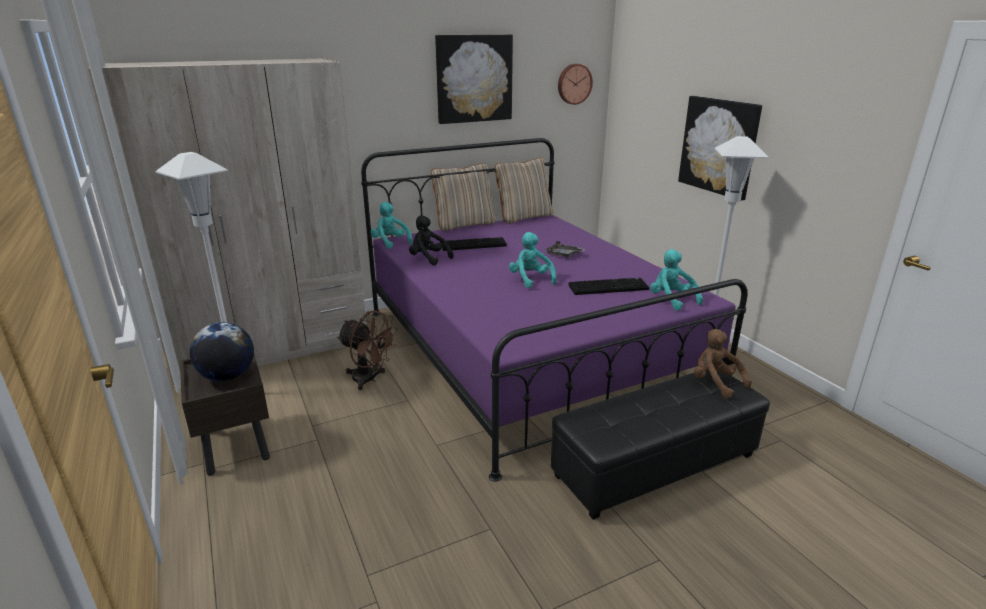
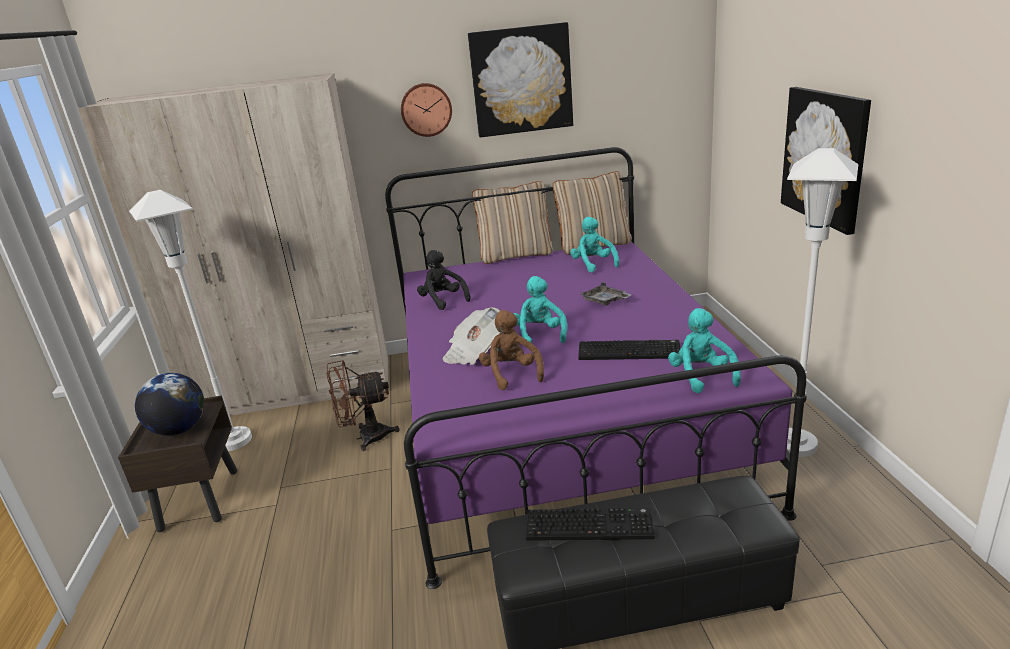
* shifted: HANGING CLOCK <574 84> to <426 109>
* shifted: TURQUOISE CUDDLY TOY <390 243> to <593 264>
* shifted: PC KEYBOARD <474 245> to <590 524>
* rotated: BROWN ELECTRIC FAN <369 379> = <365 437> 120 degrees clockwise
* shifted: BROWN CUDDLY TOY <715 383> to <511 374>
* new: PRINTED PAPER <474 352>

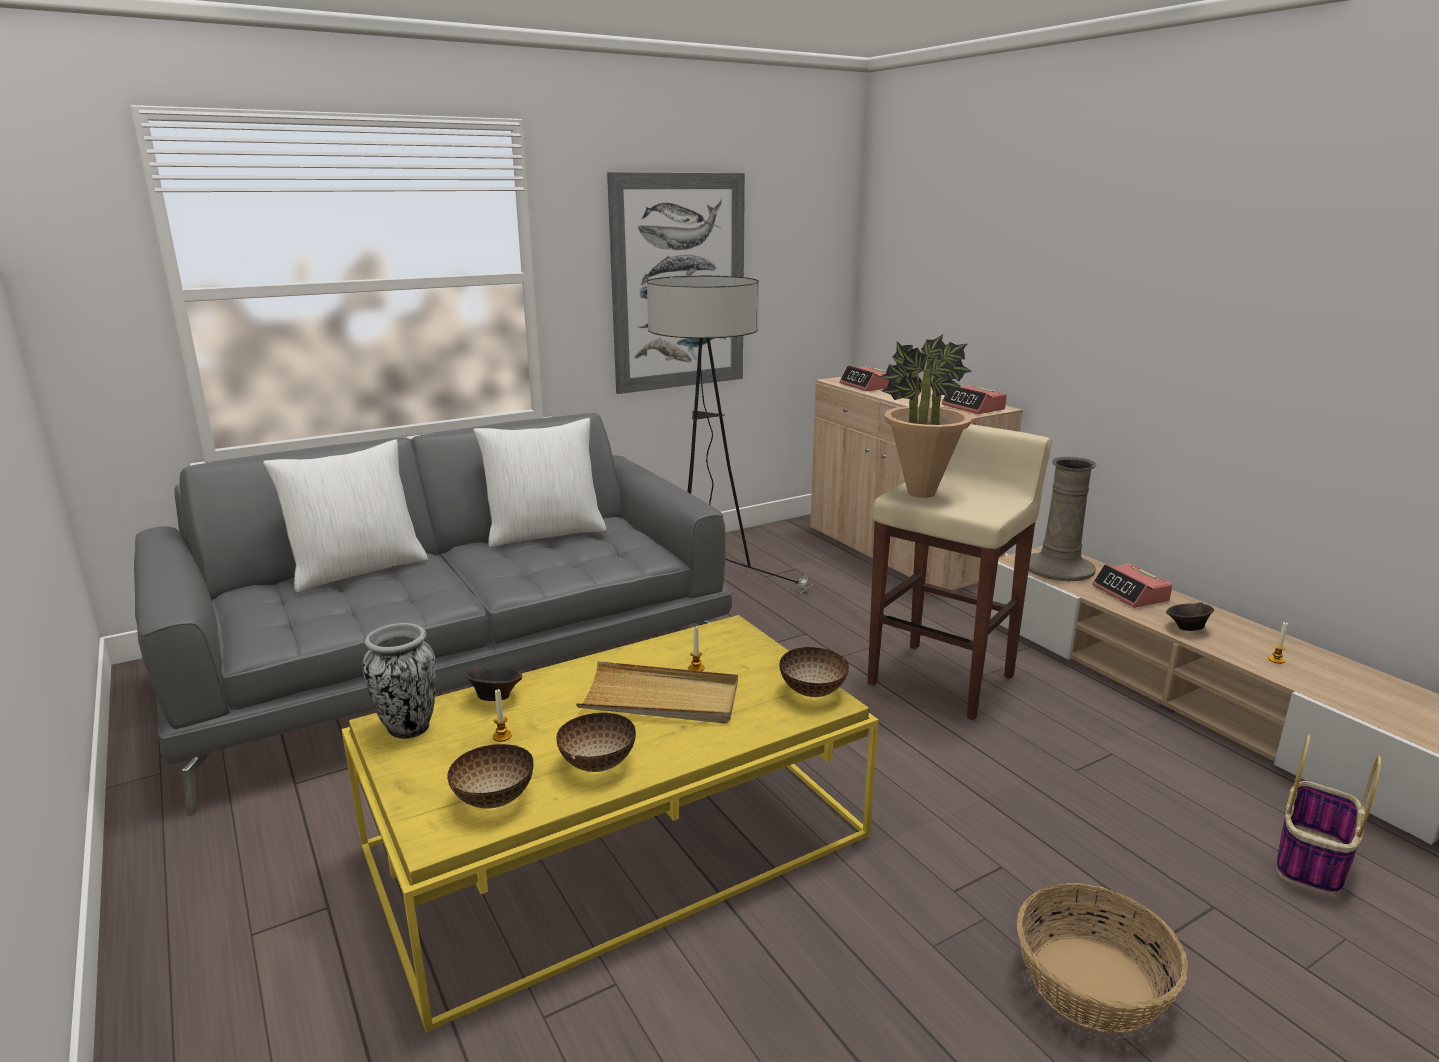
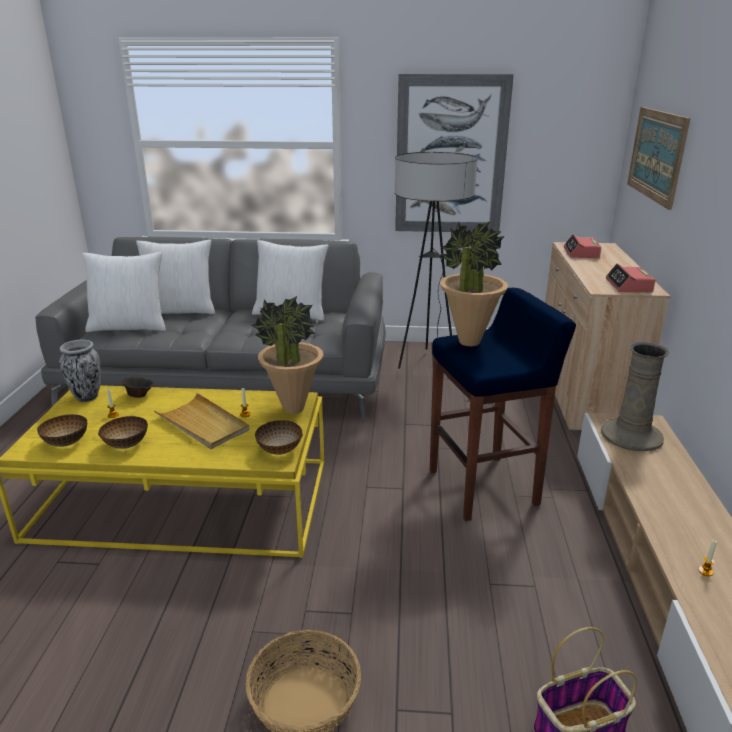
* repainted: BEIGE STOOL <942 679> to BLUE STOOL <484 487>
* gone: BEDSIDE CLOCK <1130 594>
* gone: BROWN BOWL <1186 628>
* new: PICTURE <656 155>
* new: WHITE CUSHION <129 326>
* new: POTTED PLANT <293 409>

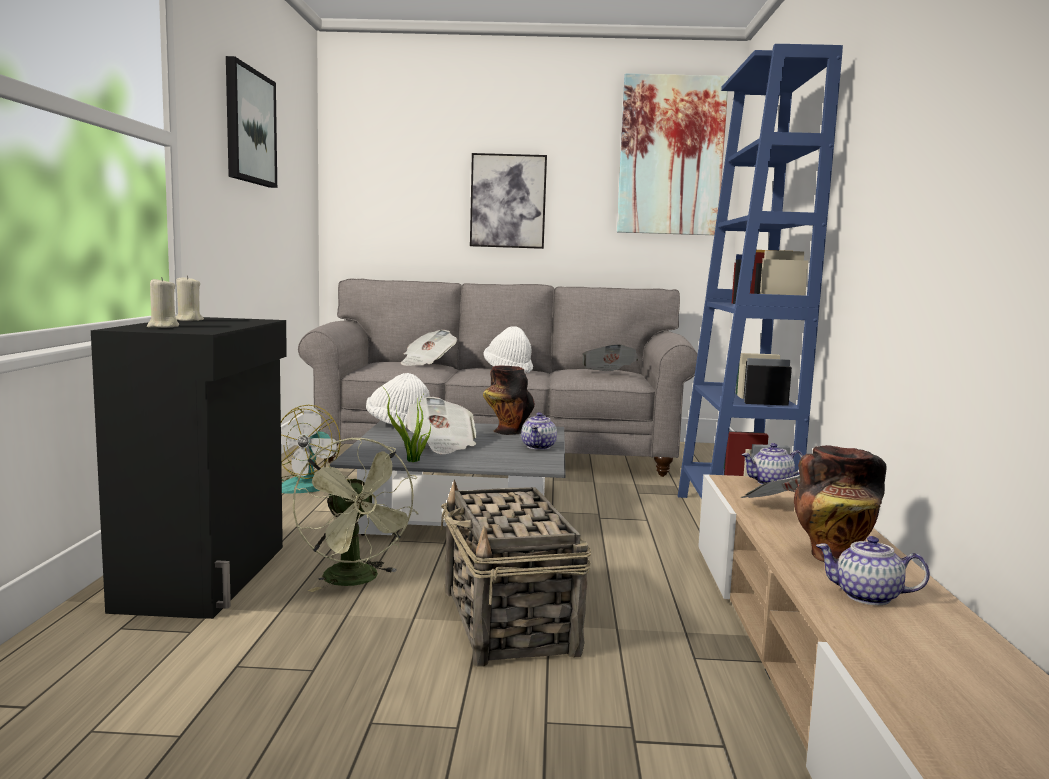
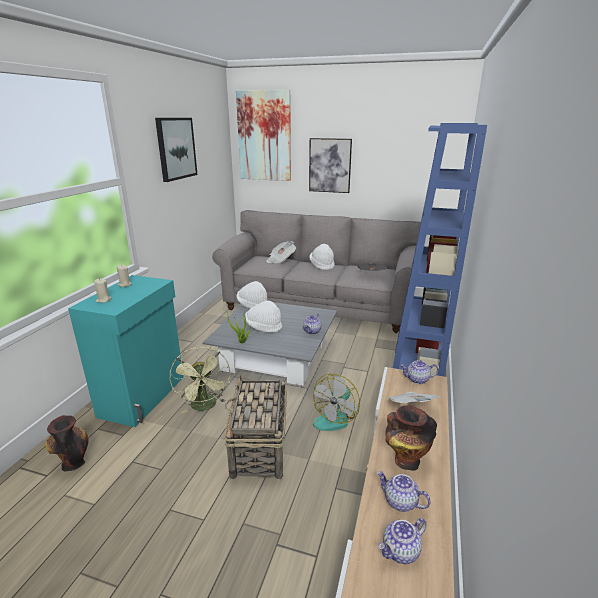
* shifted: PICTURE <671 156> to <264 136>
* repainted: BLACK CUPBOARD <207 576> to TURQUOISE CUPBOARD <144 396>
* shifted: DECORATIVE VASE <507 431> to <73 462>
* swapped: PRINTED PAPER <441 445> to WHITE WEARABLE HAT <263 327>
* shifted: ELECTRIC FAN <310 485> to <335 417>
* new: POT FOR TEA <401 551>

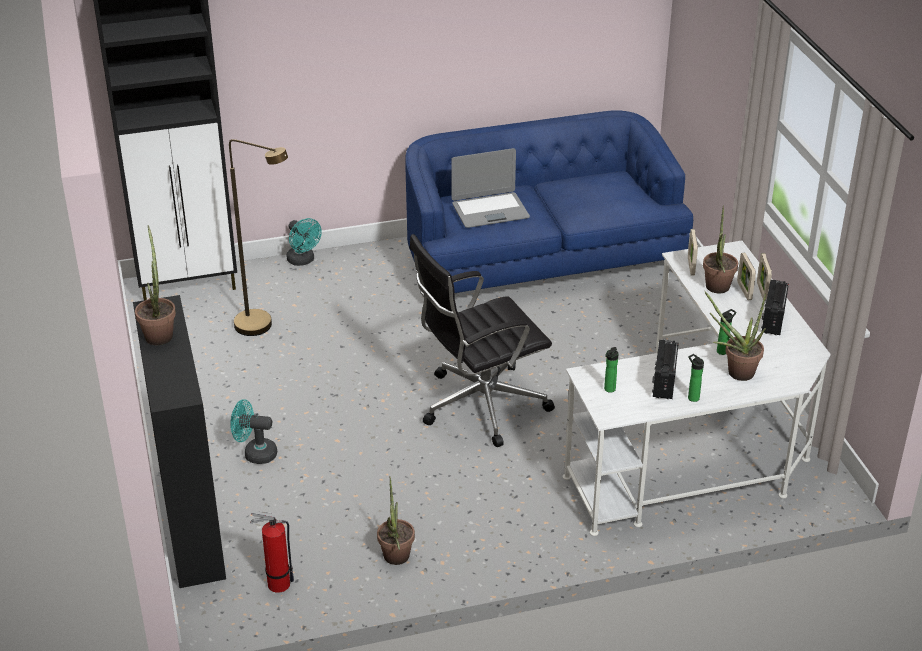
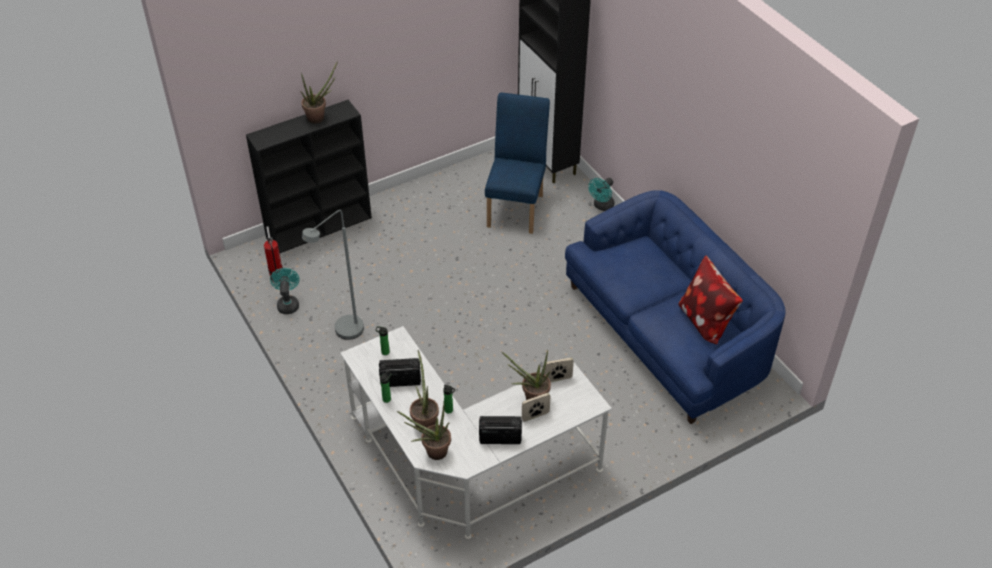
* swapped: BROWN FLOOR LAMP <263 327> to BLUE PLAIN CHAIR <517 207>
* gone: NOTEBOOK COMPUTER <490 211>
* gone: BLACK OFFICE CHAIR <480 405>
* gone: PHOTO FRAME <762 291>
* shifted: TURQUOISE ELECTRIC FAN <255 453> to <288 303>
* shifted: POTTED PLANT <395 560> to <432 452>
* new: GREY FLOOR LAMP <344 334>
* new: CUSHION <705 320>

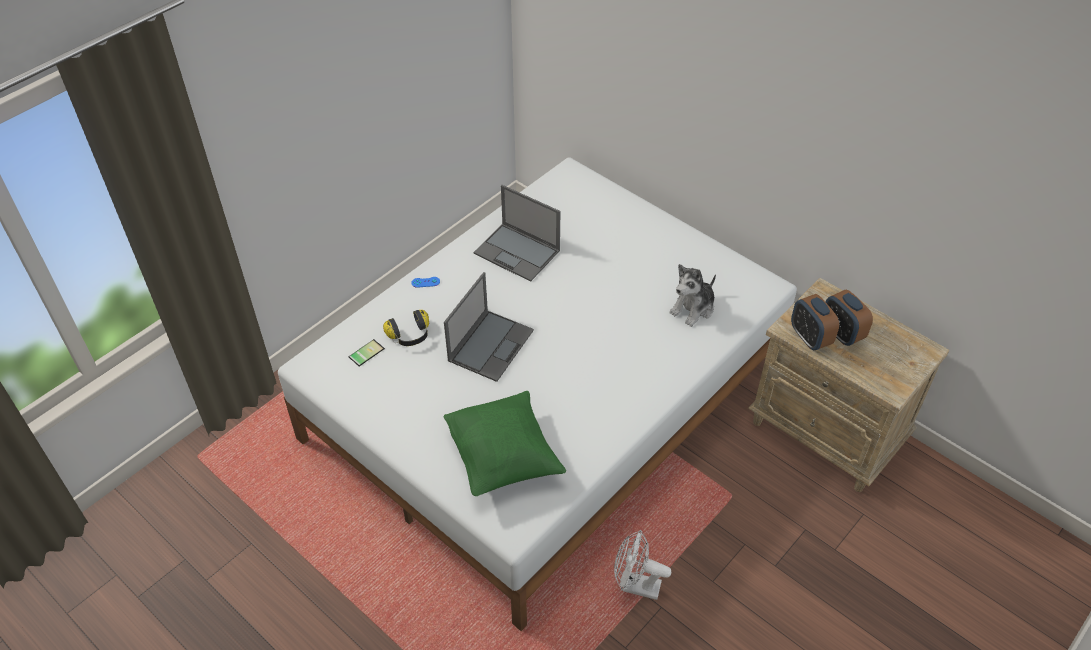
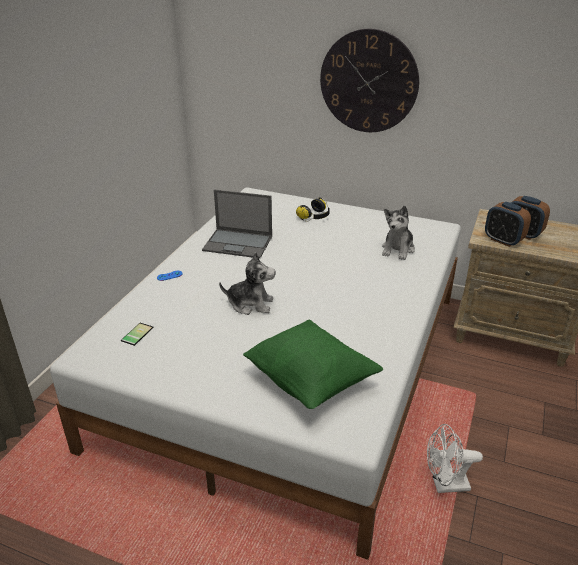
* swapped: NOTEBOOK COMPUTER <491 344> to CUDDLY TOY <250 304>
* shifted: HEADSET <410 336> to <315 217>
* new: HANGING CLOCK <368 82>

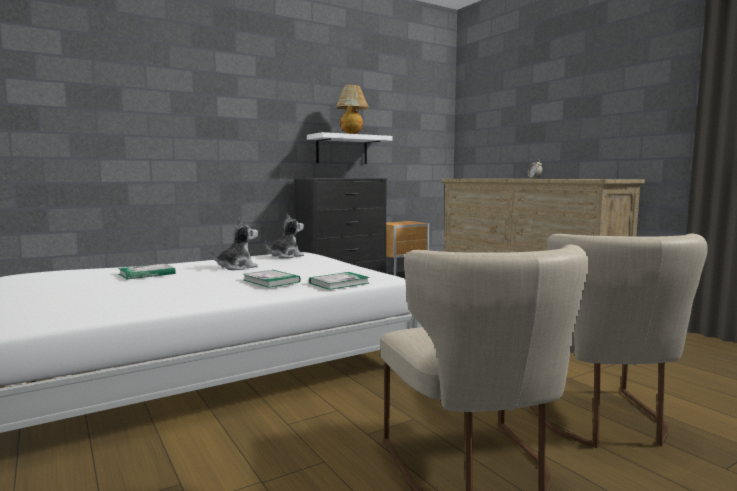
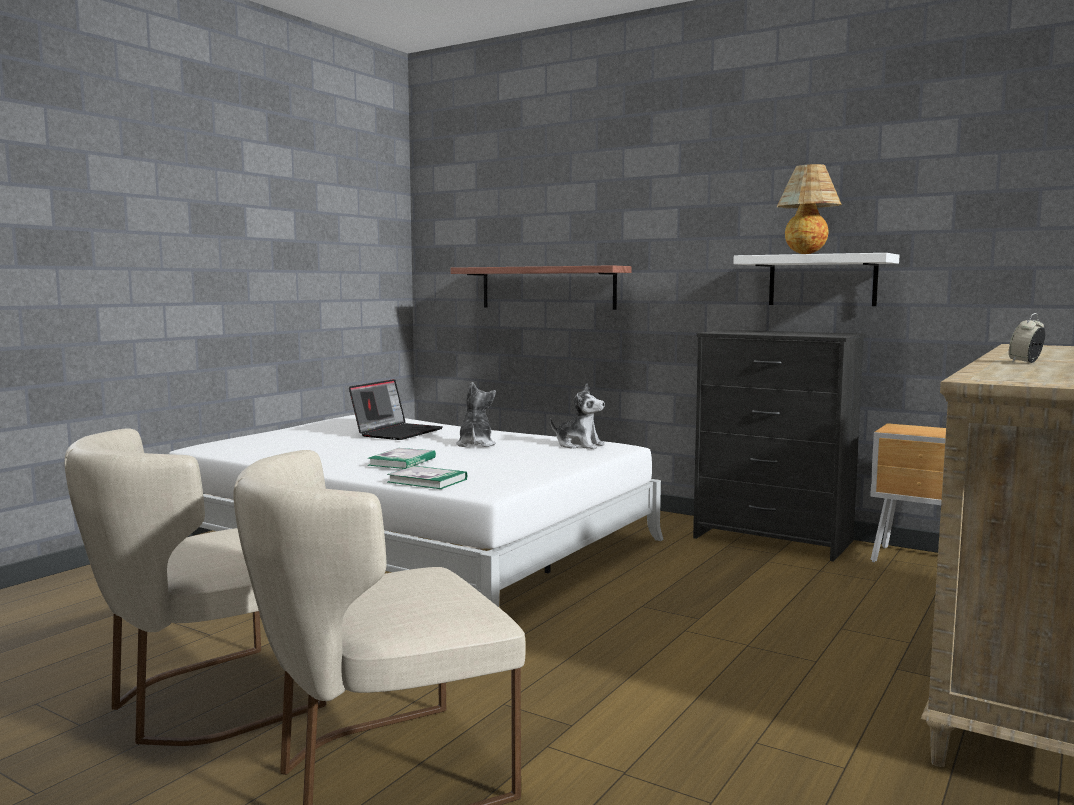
* rotated: CUDDLY TOY <237 267> = <475 444> 120 degrees counterclockwise
* swapped: BOOK <147 274> to NOTEBOOK COMPUTER <397 432>
* new: WALL SHELF <547 287>

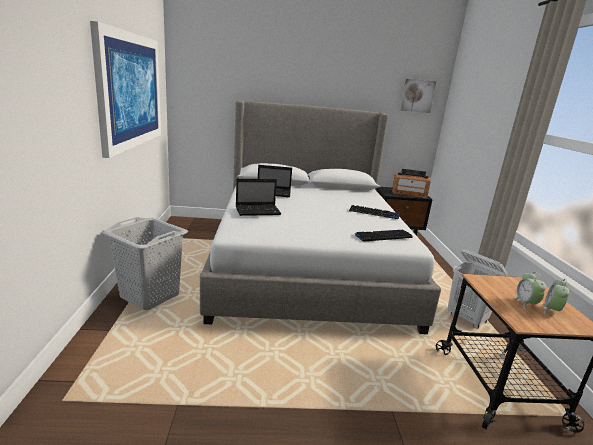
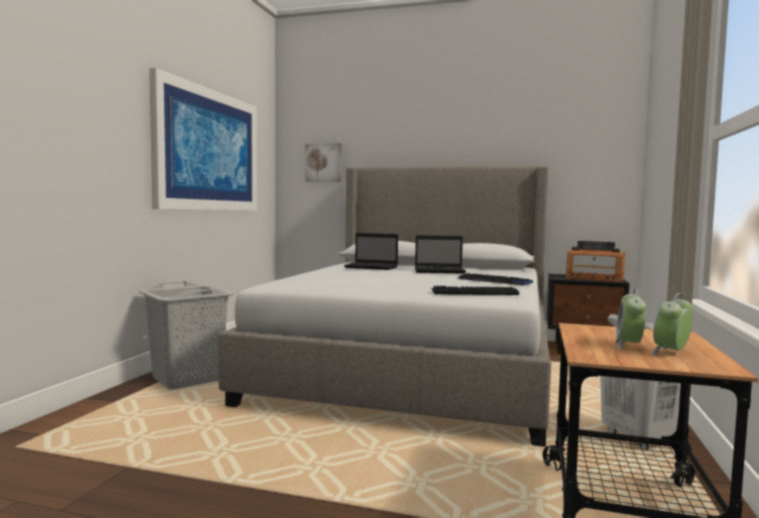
* shifted: PICTURE <417 96> to <324 163>
* shifted: NOTEBOOK COMPUTER <258 211> to <440 271>

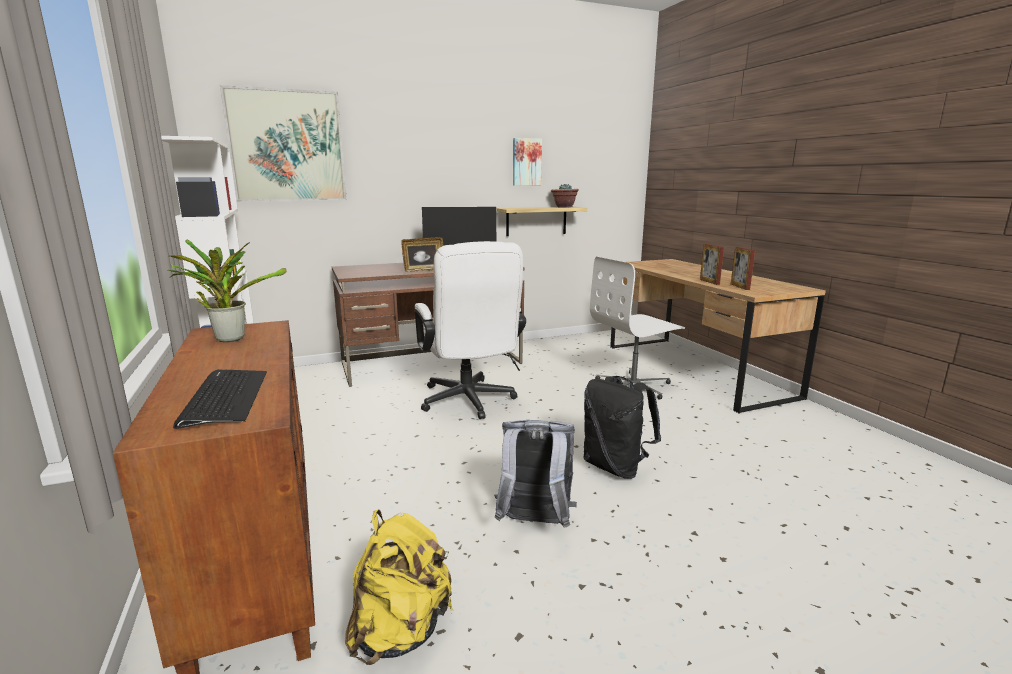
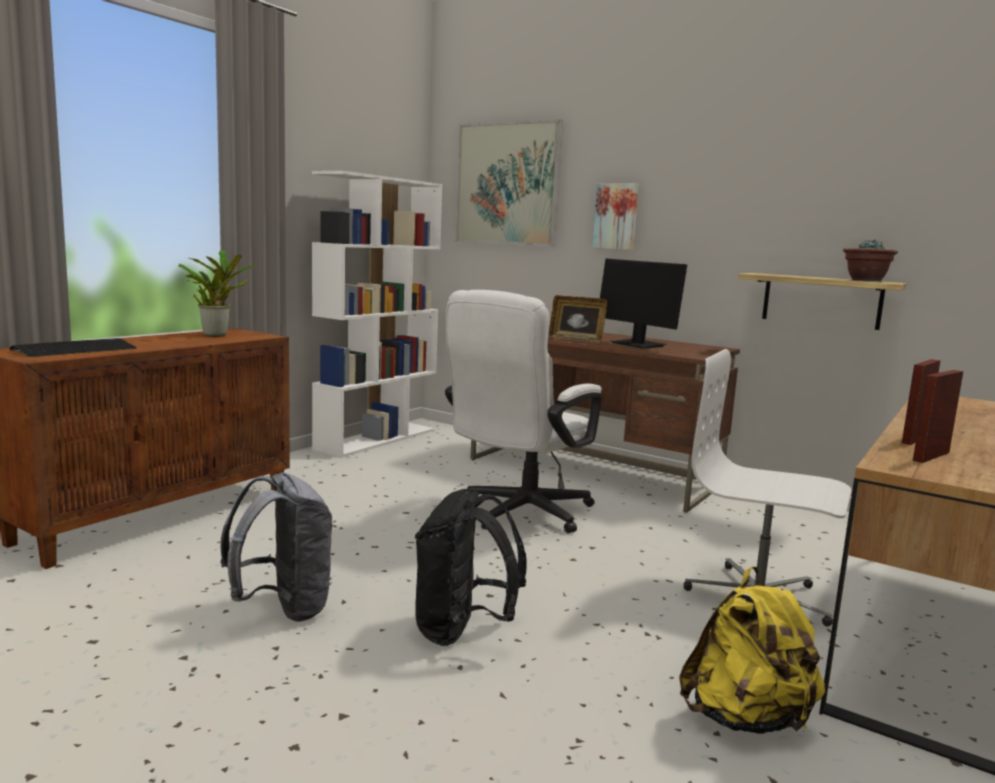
* shifted: PICTURE <526 162> to <616 216>
* shifted: YELLOW BACKPACK <401 631> to <746 719>

